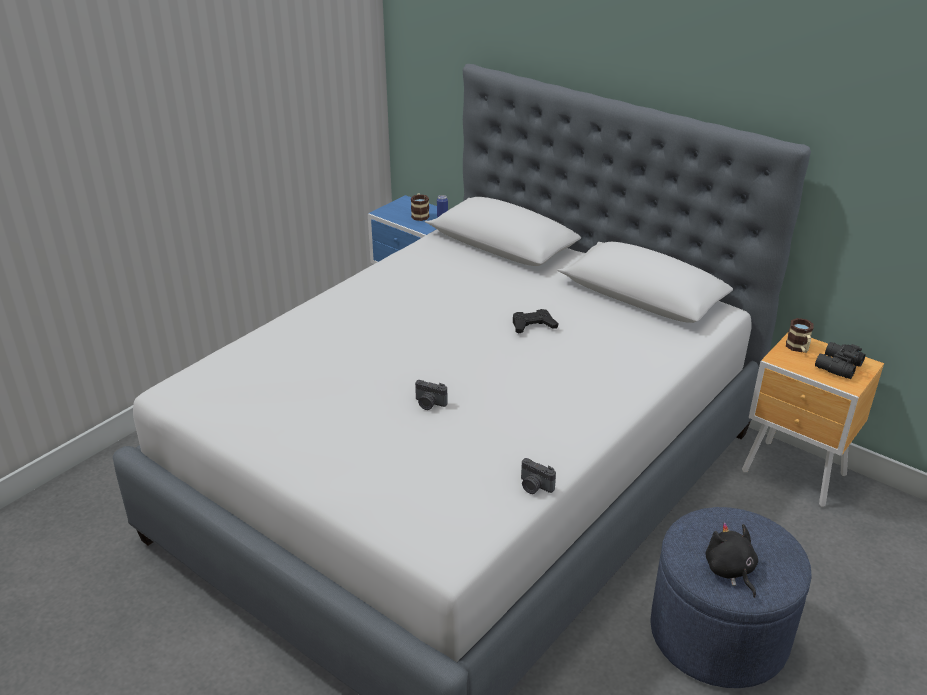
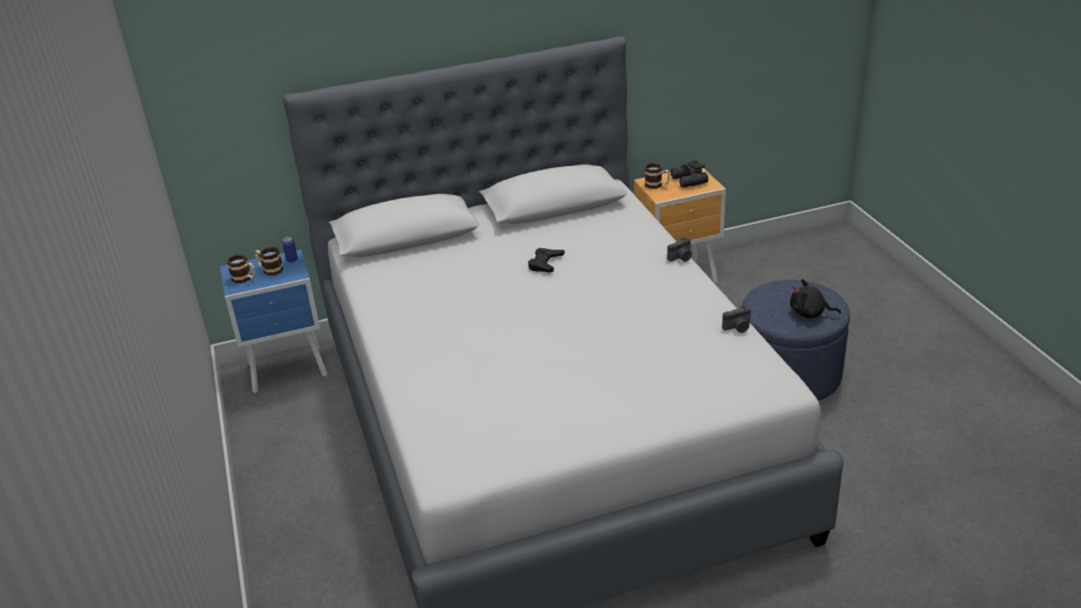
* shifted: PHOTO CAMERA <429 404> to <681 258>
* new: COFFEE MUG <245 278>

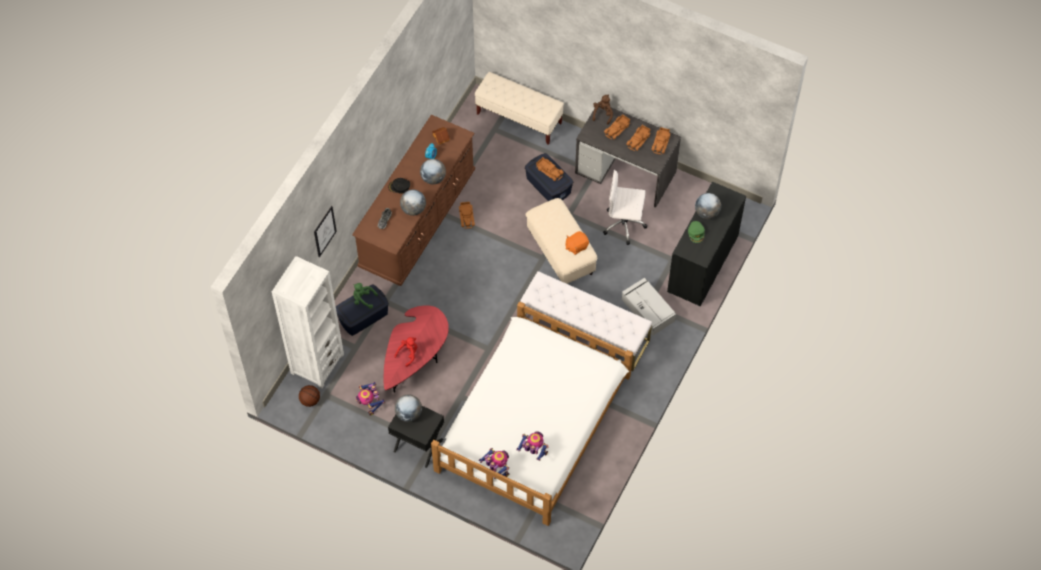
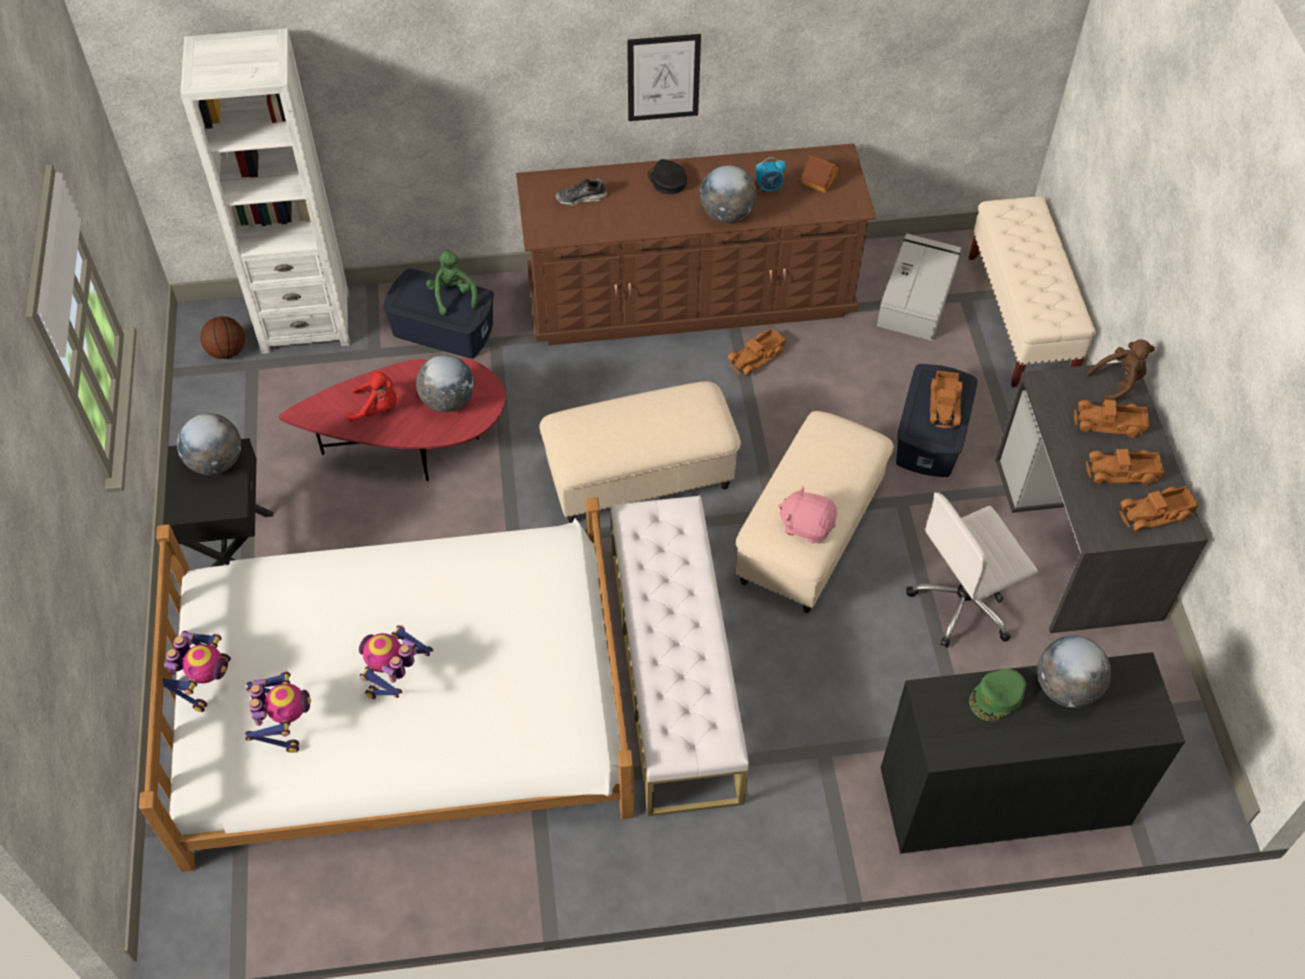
* rotated: WHITE OFFICE CHAIR <624 224> = <964 603> 90 degrees counterclockwise
* shifted: DESK GLOBE <413 209> to <448 401>
* shifted: PICTURE <324 231> to <663 77>
* repainted: ORANGE-COLOURED CUDDLY TOY <576 246> to PINK-COLOURED CUDDLY TOY <806 525>
* shifted: GREY STORAGE CONTAINER <647 309> to <917 295>
* shifted: ROBOT FIGURE <370 403> to <395 678>
* new: BEIGE POUFFE <640 476>

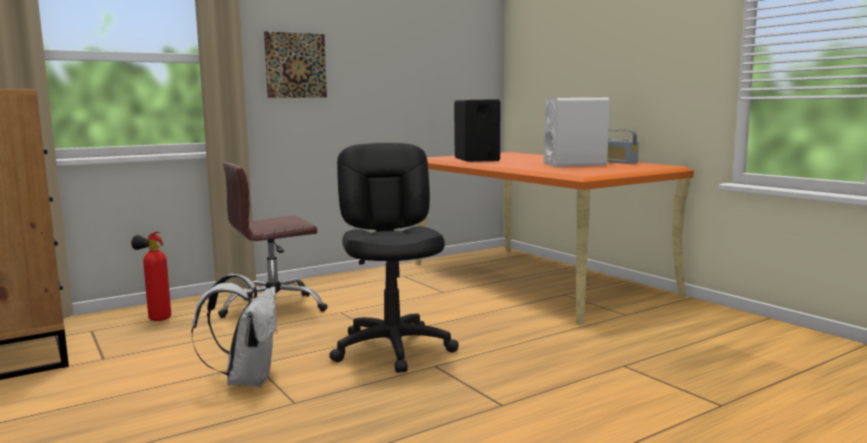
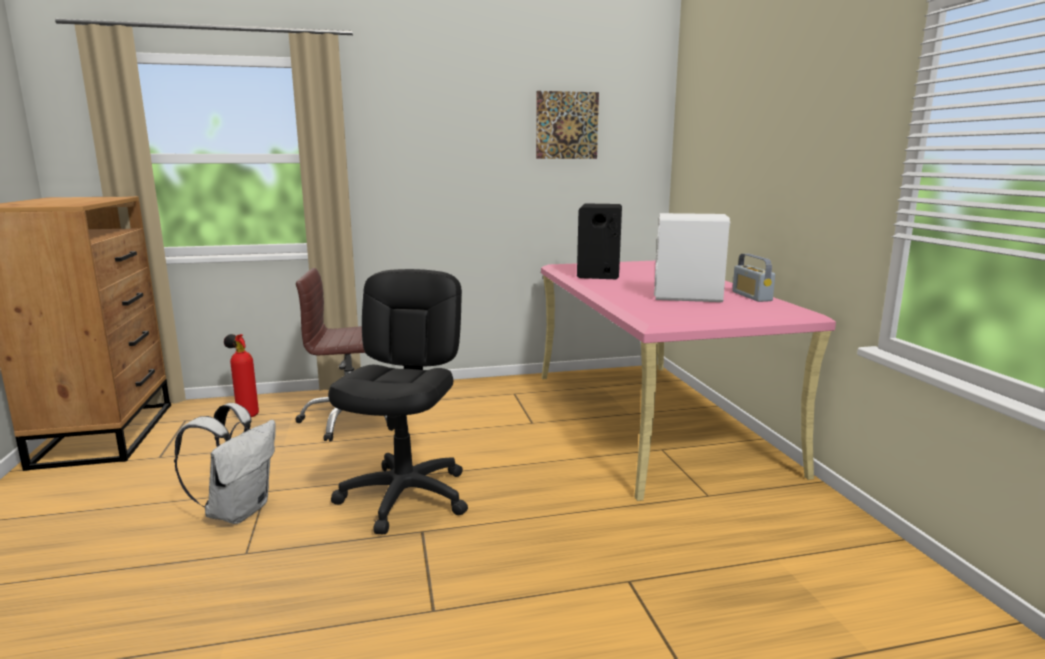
* shifted: PICTURE <296 65> to <567 125>
* repainted: ORANGE-COLOURED DESK TABLE <537 279> to PINK-COLOURED DESK TABLE <653 419>

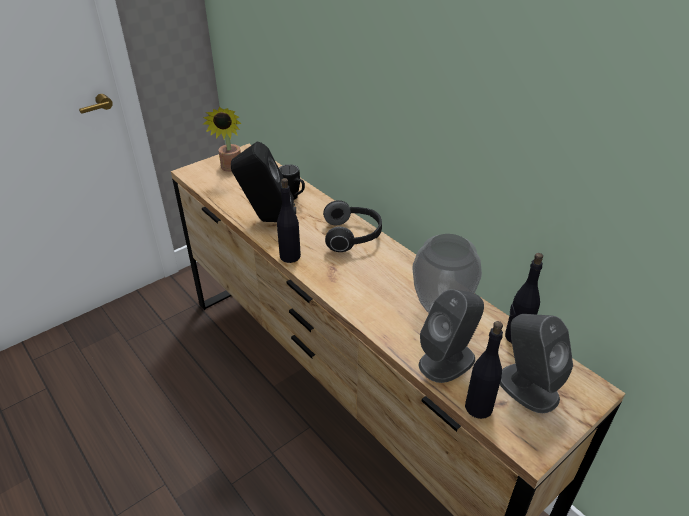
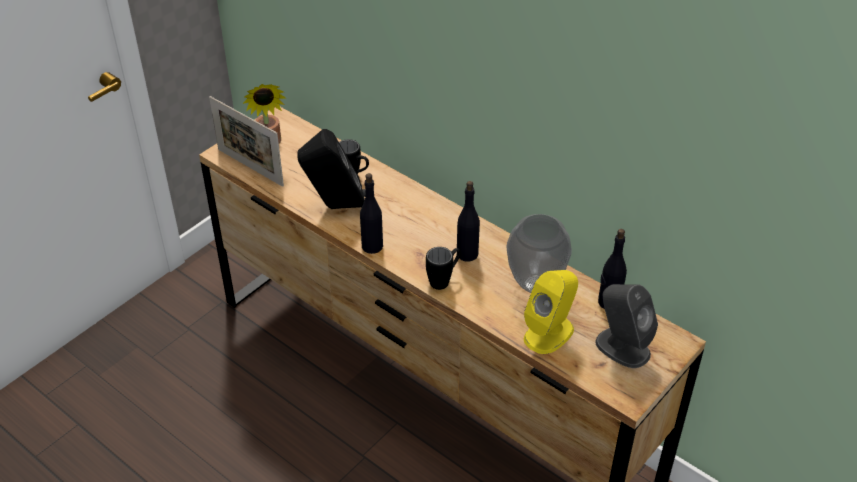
* gone: HEADSET <353 236>
* repainted: GREY SPEAKER <447 360> to YELLOW SPEAKER <549 333>
* shifted: BLACK DRINK BOTTLE <478 407> to <467 254>
* new: PHOTO FRAME <250 167>
* new: BLACK COFFEE MUG <444 280>

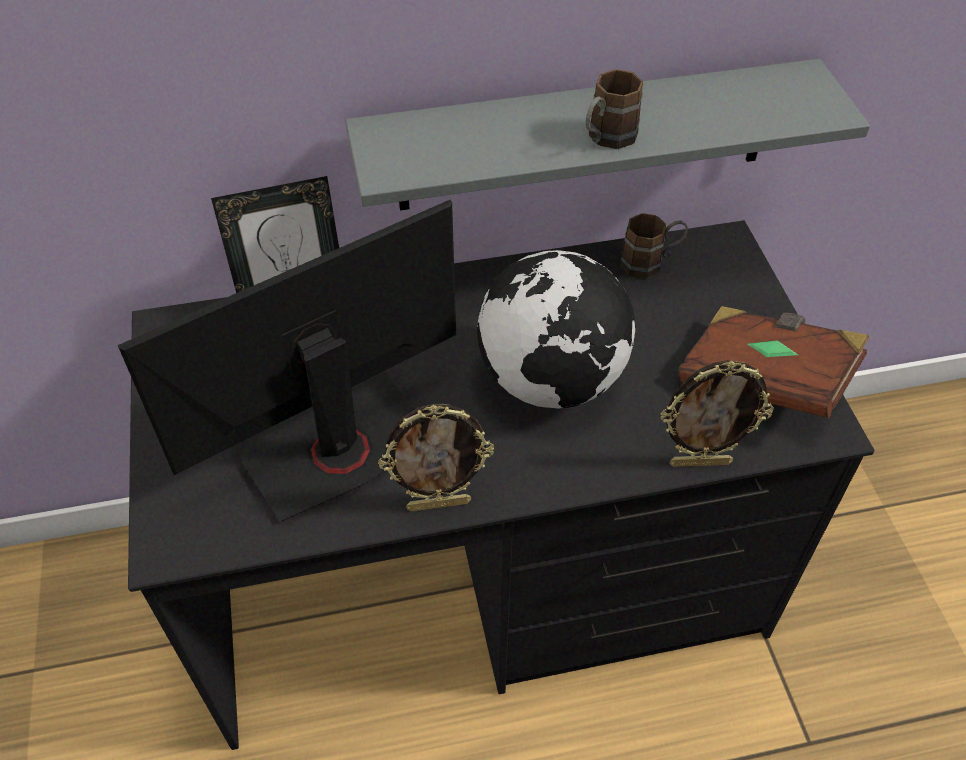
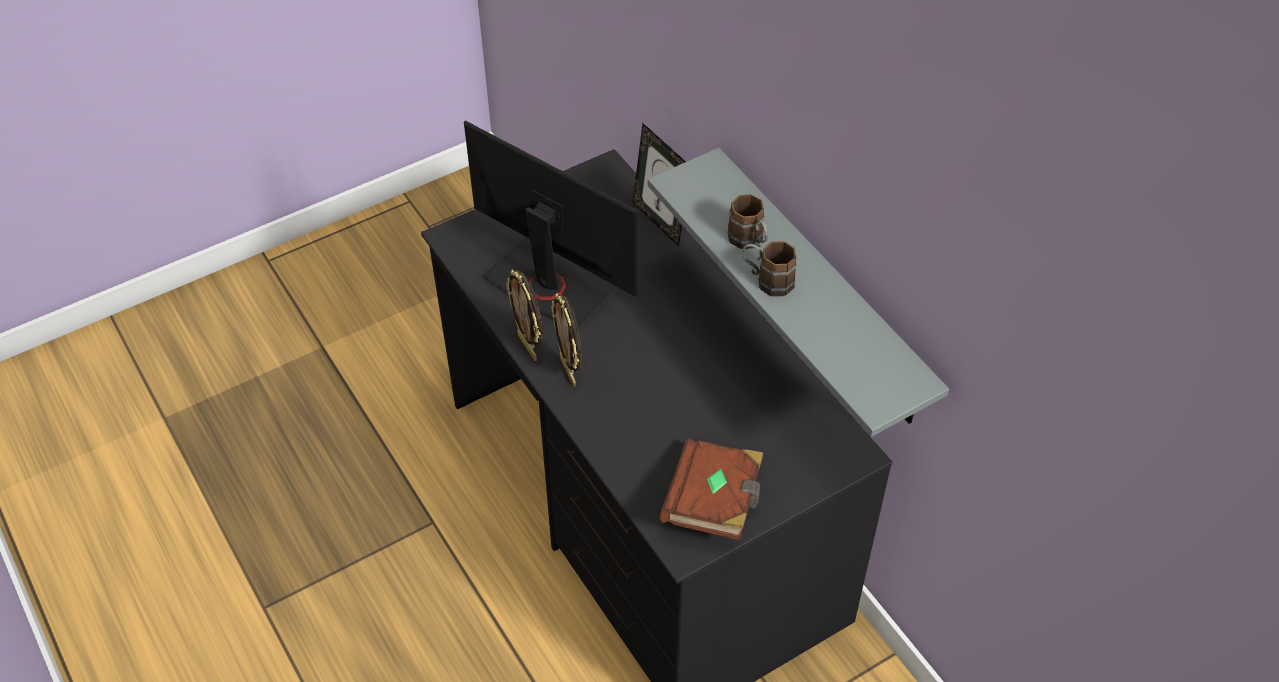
* shifted: BROWN COFFEE MUG <650 262> to <750 242>
* gone: DESK GLOBE <552 380>
* shifted: PHOTO FRAME <700 462> to <569 371>

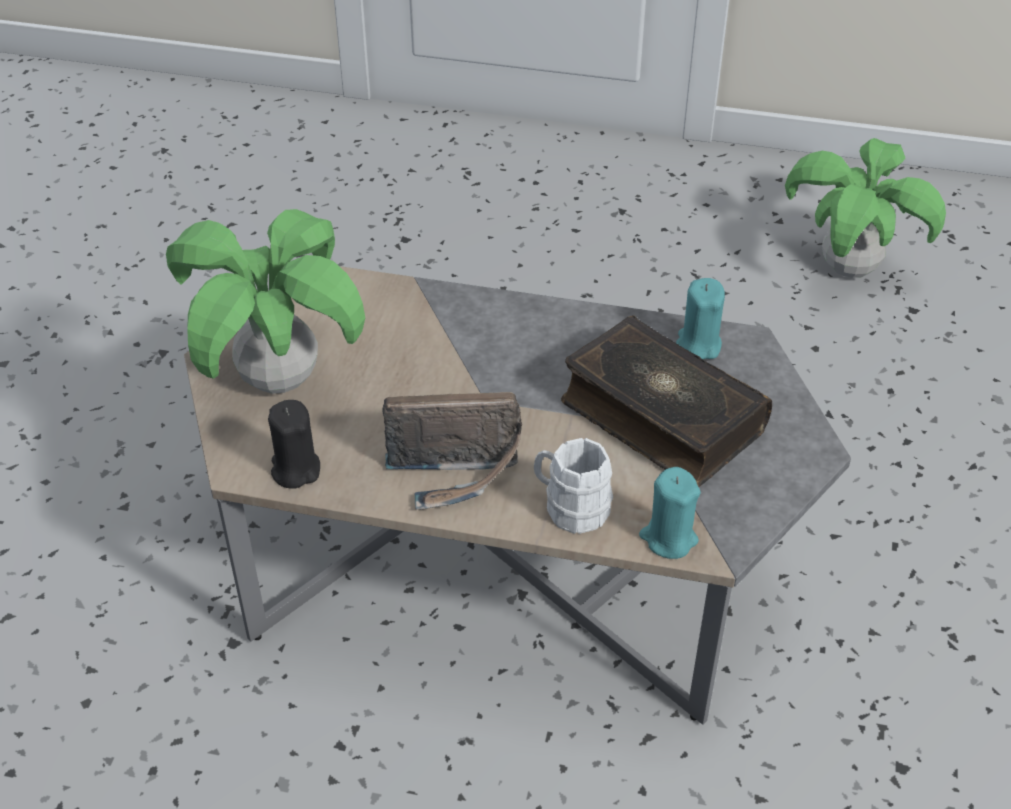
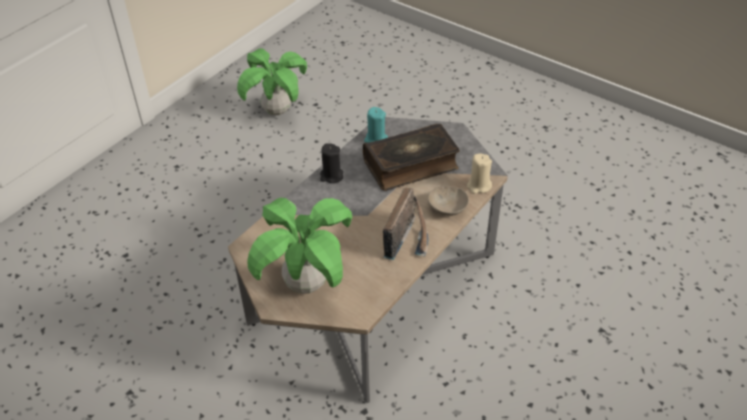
* shifted: BLACK WAX LIGHT <295 469> to <331 176>
* swapped: WHITE COFFEE MUG <570 507> to BEIGE BOWL <447 209>
* repainted: TURQUOISE WAX LIGHT <668 538> to BEIGE WAX LIGHT <479 186>

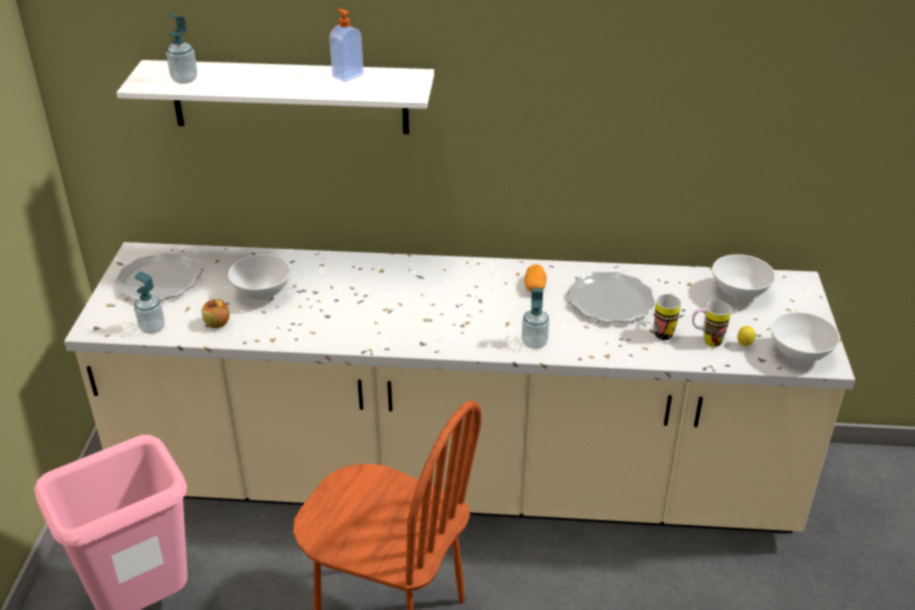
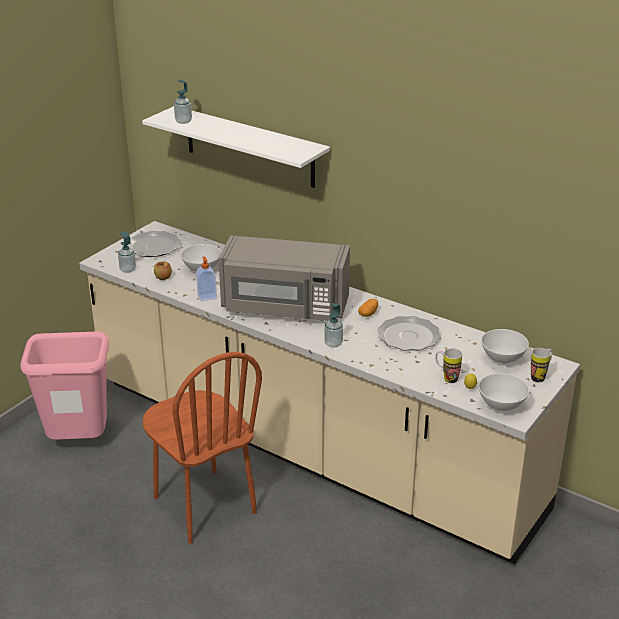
* shifted: SOAP BOTTLE <347 76> to <207 296>
* shifted: COFFEE MUG <664 331> to <540 377>
* new: GREY KITCHEN MICROWAVE <284 307>

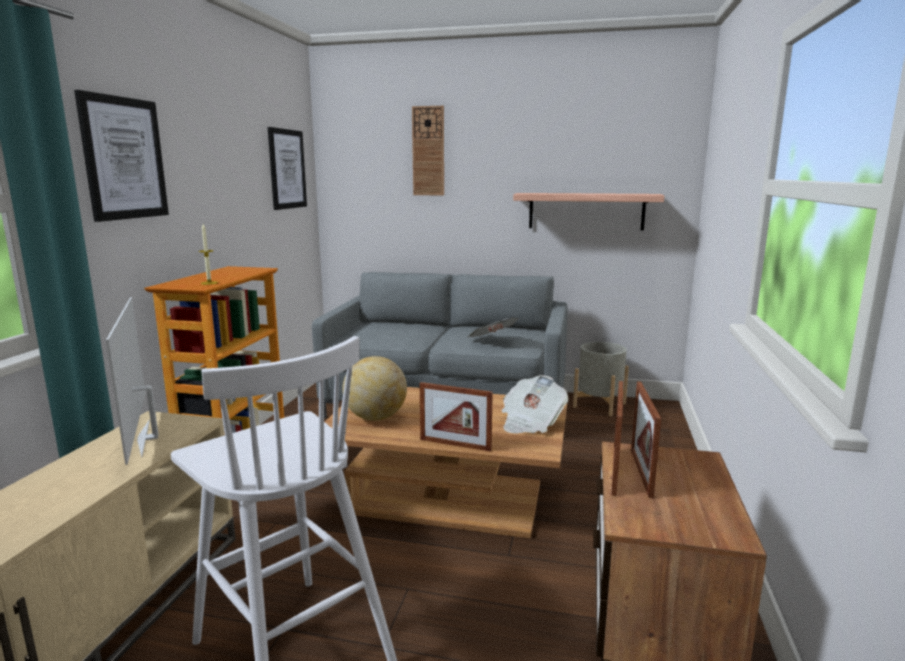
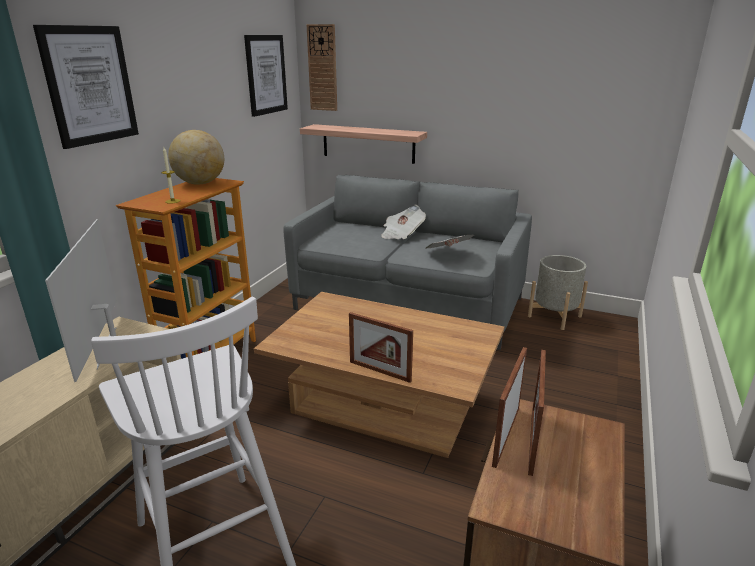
* shifted: HANGING CLOCK <428 151> to <322 68>
* shifted: WALL SHELF <586 211> to <368 143>
* shifted: DESK GLOBE <375 417> to <200 183>
* shifted: PRINTED PAPER <530 422> to <401 234>

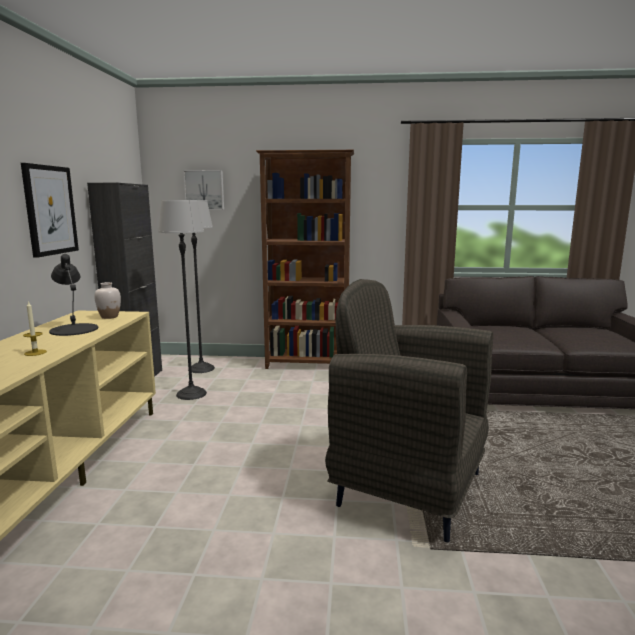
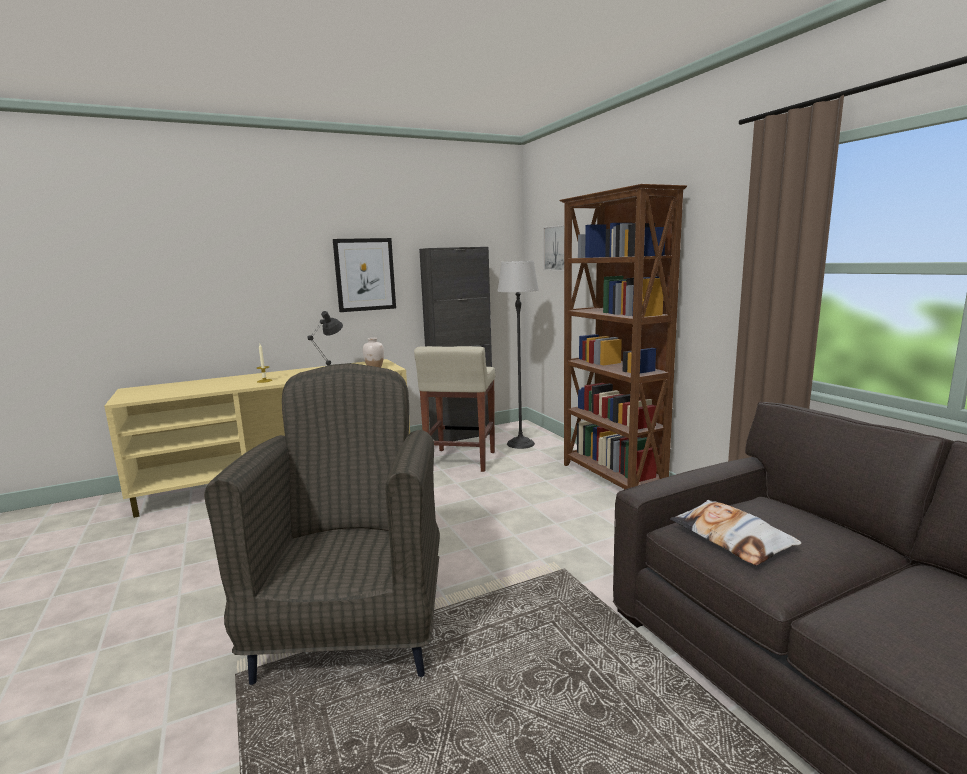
* swapped: FLOOR LAMP <191 394> to BEIGE STOOL <460 461>
* new: CUSHION <731 538>

